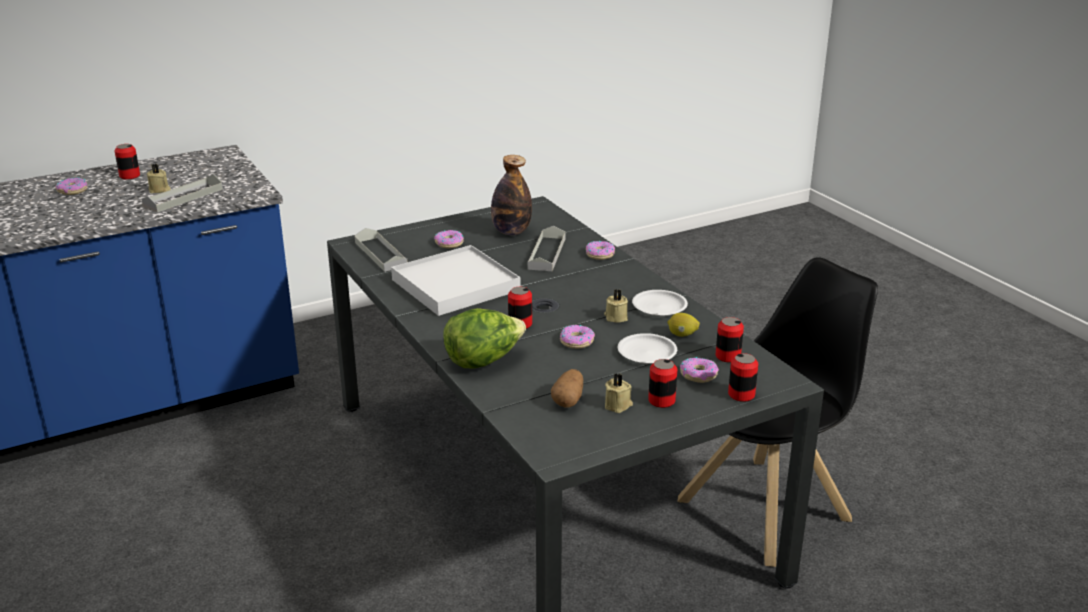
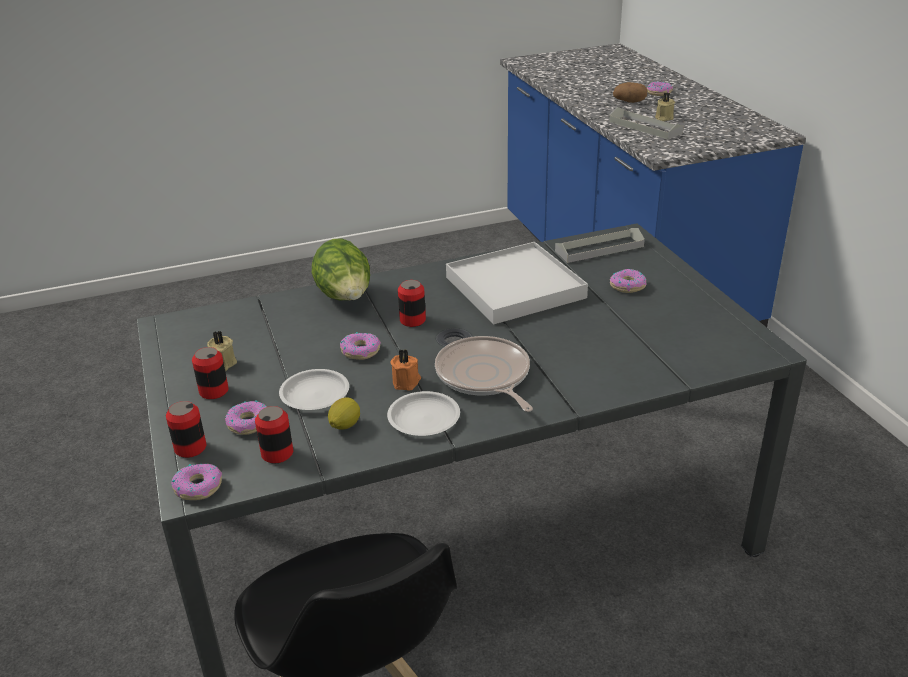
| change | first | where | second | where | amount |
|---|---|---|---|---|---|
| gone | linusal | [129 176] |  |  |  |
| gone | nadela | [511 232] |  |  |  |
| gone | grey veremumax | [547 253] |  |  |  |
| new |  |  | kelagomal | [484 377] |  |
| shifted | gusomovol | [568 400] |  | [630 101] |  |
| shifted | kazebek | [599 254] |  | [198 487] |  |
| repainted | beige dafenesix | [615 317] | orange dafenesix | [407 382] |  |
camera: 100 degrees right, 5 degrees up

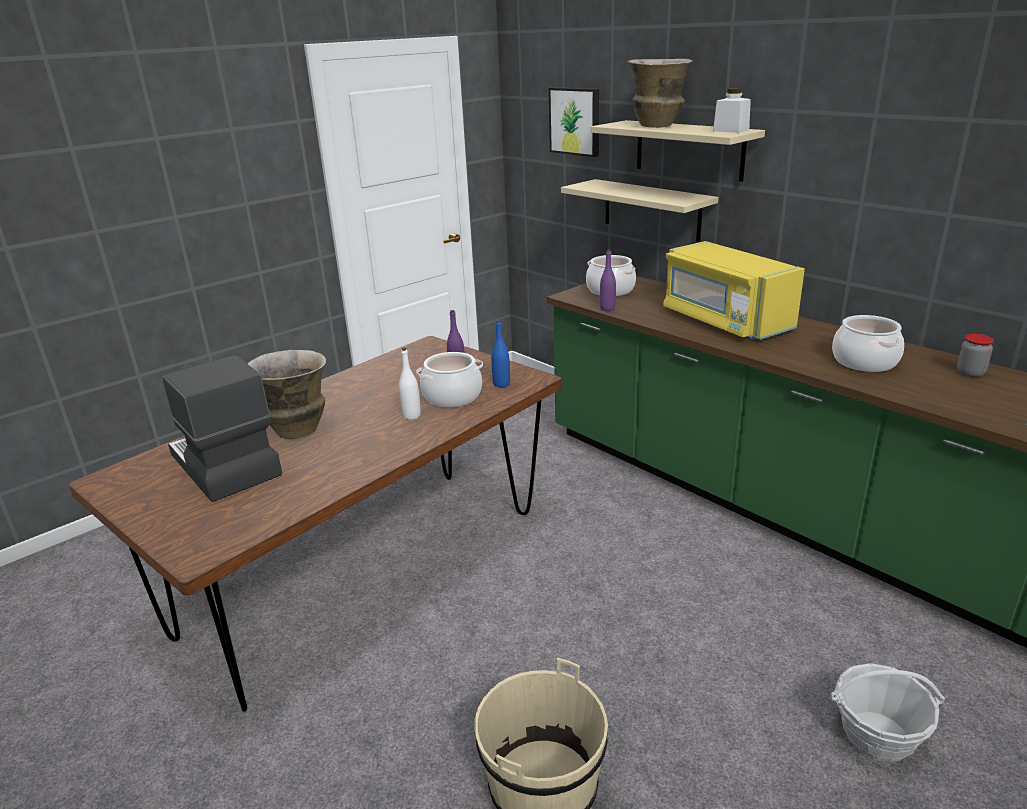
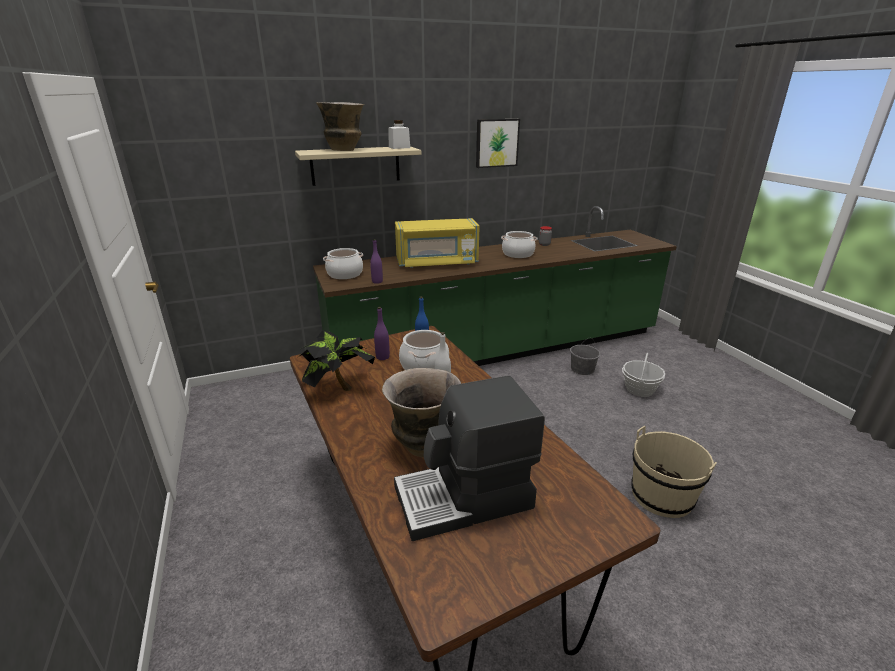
| change | first | where | second | where | amount |
|---|---|---|---|---|---|
| gone | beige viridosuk | [651 209] |  |  |  |
| new |  |  | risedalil | [337 388] |  |
| new |  |  | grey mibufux | [582 369] |  |
| shifted | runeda | [575 121] |  | [496 143] |  |
camera: 70 degrees left, 0 degrees up

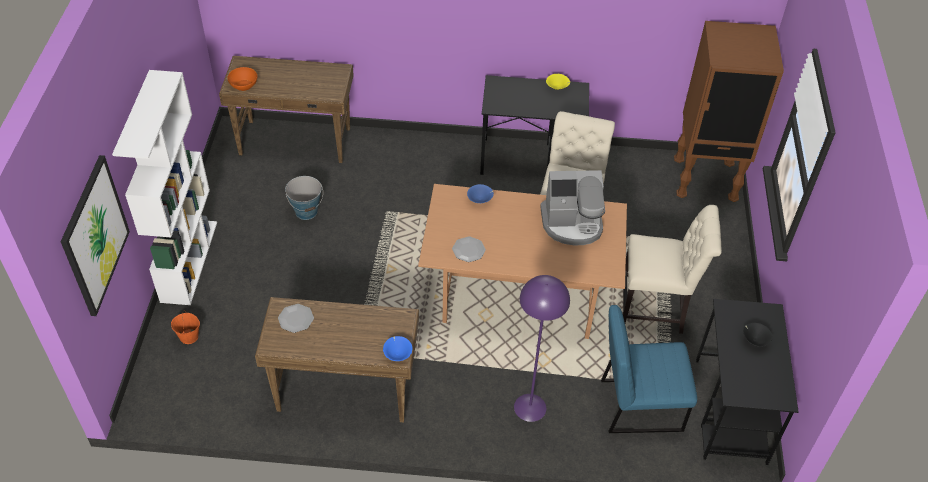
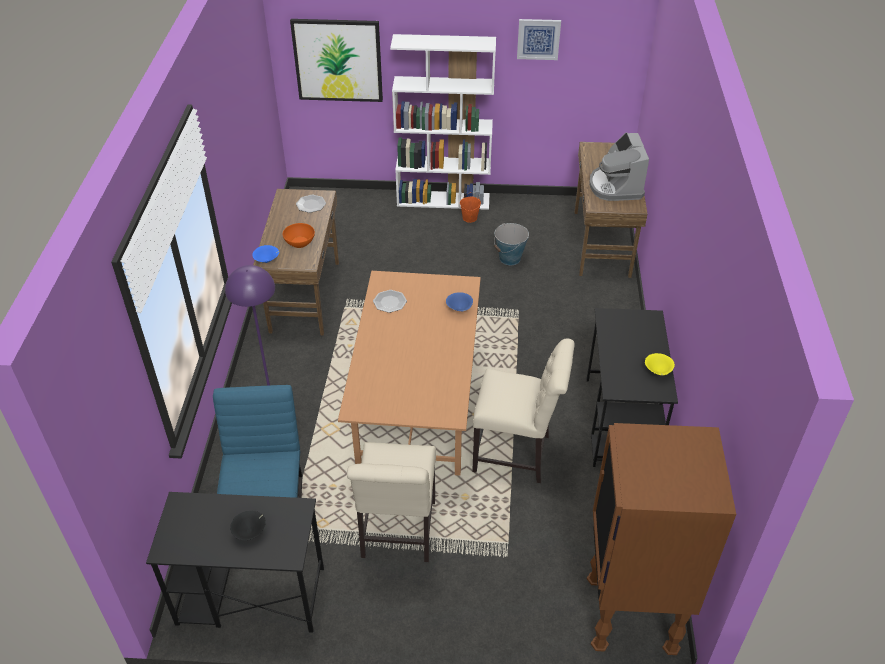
| change | first | where | second | where | amount |
|---|---|---|---|---|---|
| new |  |  | runeda | [538 39] |  |
| shifted | orange mibufux | [189 336] |  | [469 218] |  |
| shifted | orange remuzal | [244 85] |  | [300 242] |  |
| shifted | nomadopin | [572 224] |  | [615 186] |  |
camera: 90 degrees right, 5 degrees down

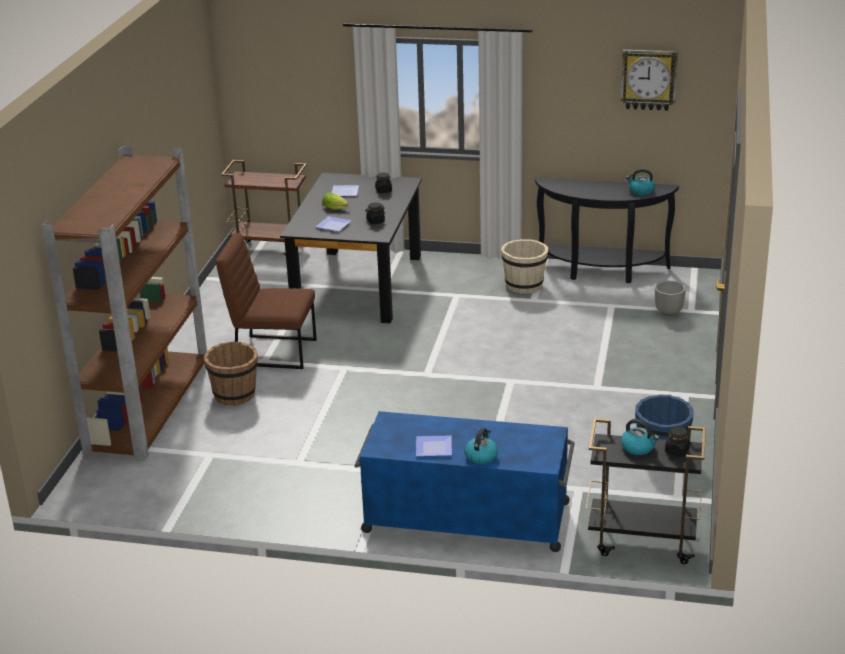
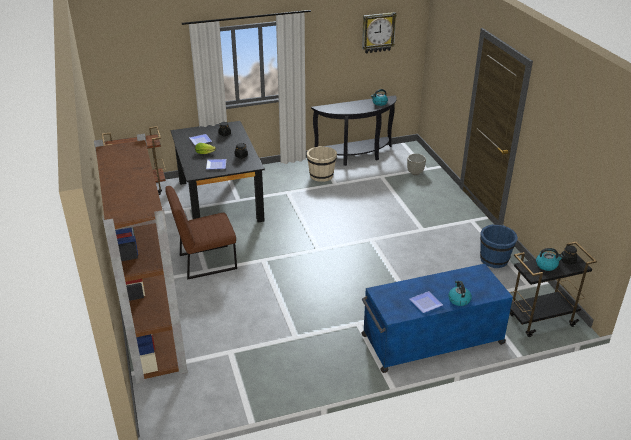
| change | first | where | second | where | amount |
|---|---|---|---|---|---|
| gone | brown mibufux | [235 395] |  |  |  |
camera: 30 degrees left, 5 degrees up

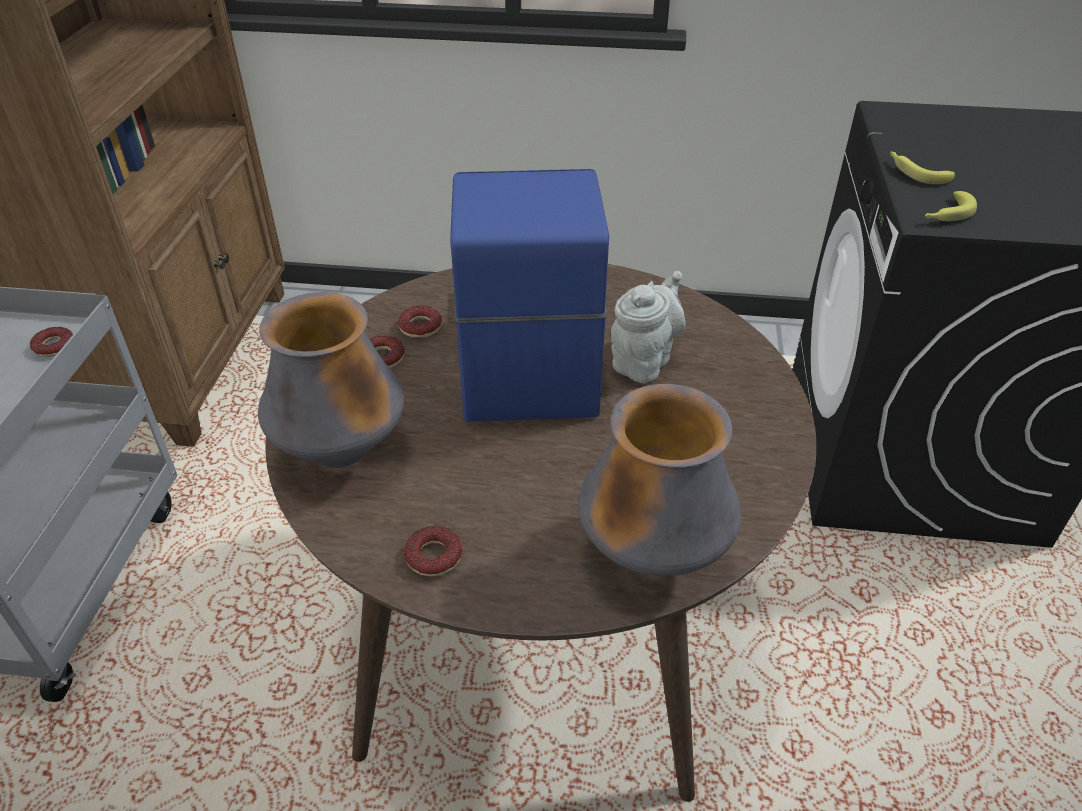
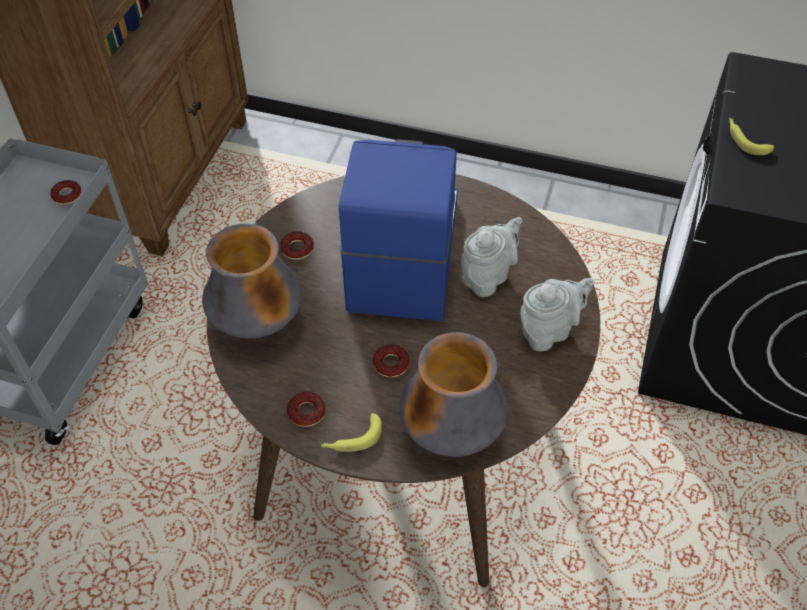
| change | first | where | second | where | amount |
|---|---|---|---|---|---|
| new |  |  | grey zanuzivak | [549 331] |  |
| shifted | kazebek | [420 327] |  | [391 364] |  |
| shifted | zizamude | [946 214] |  | [352 439] |  |
camera: 10 degrees right, 10 degrees up

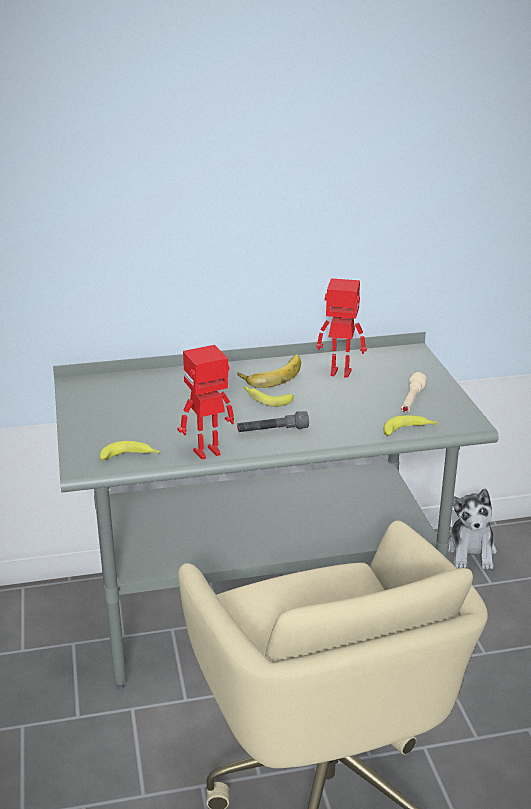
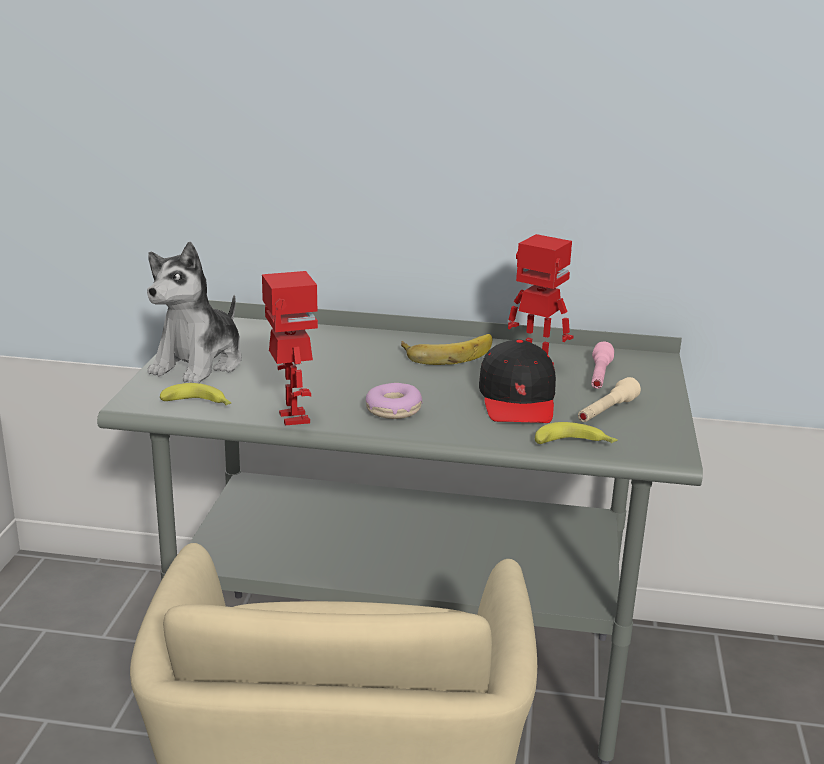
| change | first | where | second | where | amount |
|---|---|---|---|---|---|
| gone | zizamude | [266 399] |  |  |  |
| new |  |  | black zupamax | [518 400] |  |
| new |  |  | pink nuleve | [599 376] |  |
| shifted | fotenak | [471 551] |  | [199 364] |  |
| swapped | grey nuleve | [272 431] | kazebek | [393 410] |  |
| rotated | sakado | [208 453] |  | [292 418] | 75 degrees clockwise |
camera: 20 degrees right, 5 degrees down

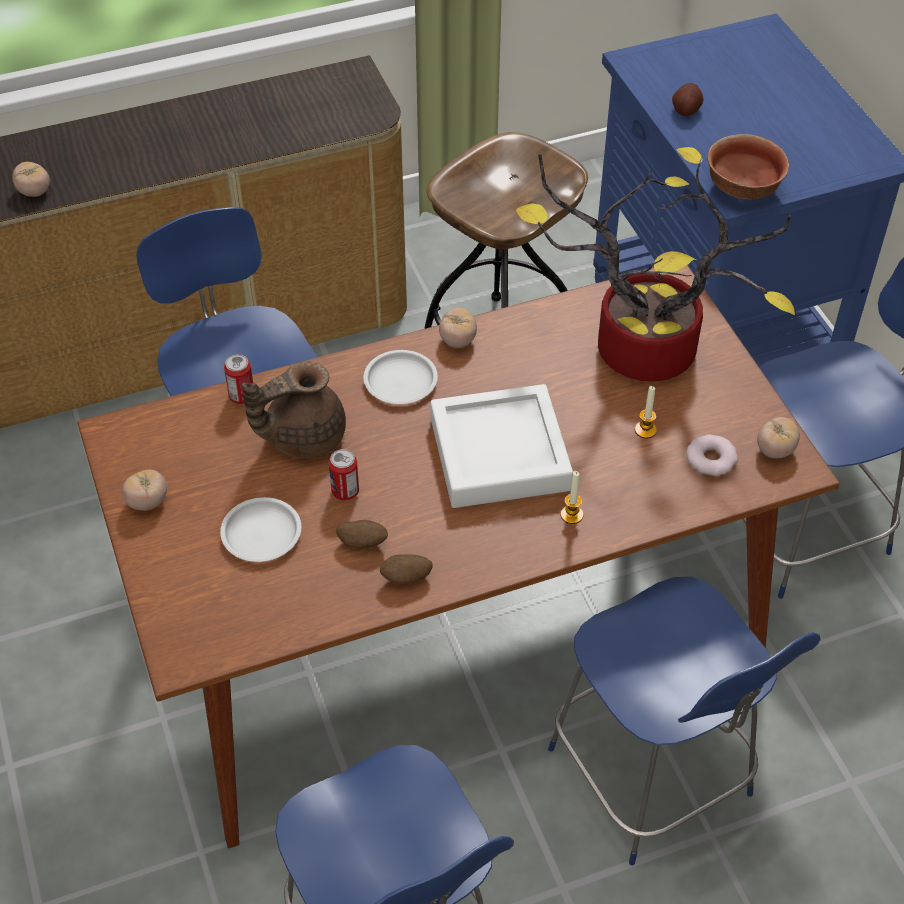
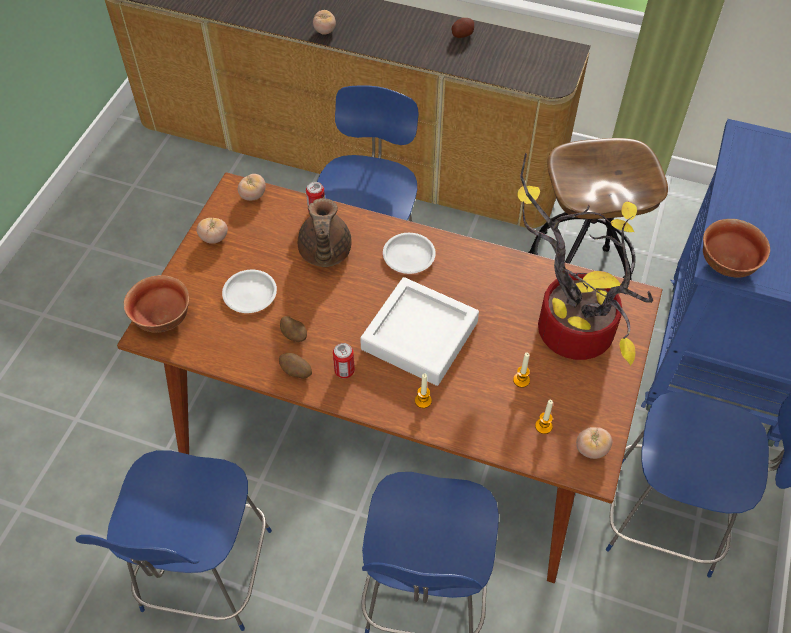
| change | first | where | second | where | amount |
|---|---|---|---|---|---|
| new |  |  | remuzal | [161 318] |  |
| shifted | linusal | [345 491] |  | [344 371] |  |
| shifted | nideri | [458 340] |  | [253 195] |  |
| shifted | gusomovol | [686 110] |  | [462 34] |  |
| swapped | kazebek | [711 459] | dafenesix | [543 426] |  |
| rotated | brown zanuzivak | [302 436] |  | [324 253] | 105 degrees counterclockwise |
camera: 40 degrees right, 5 degrees up

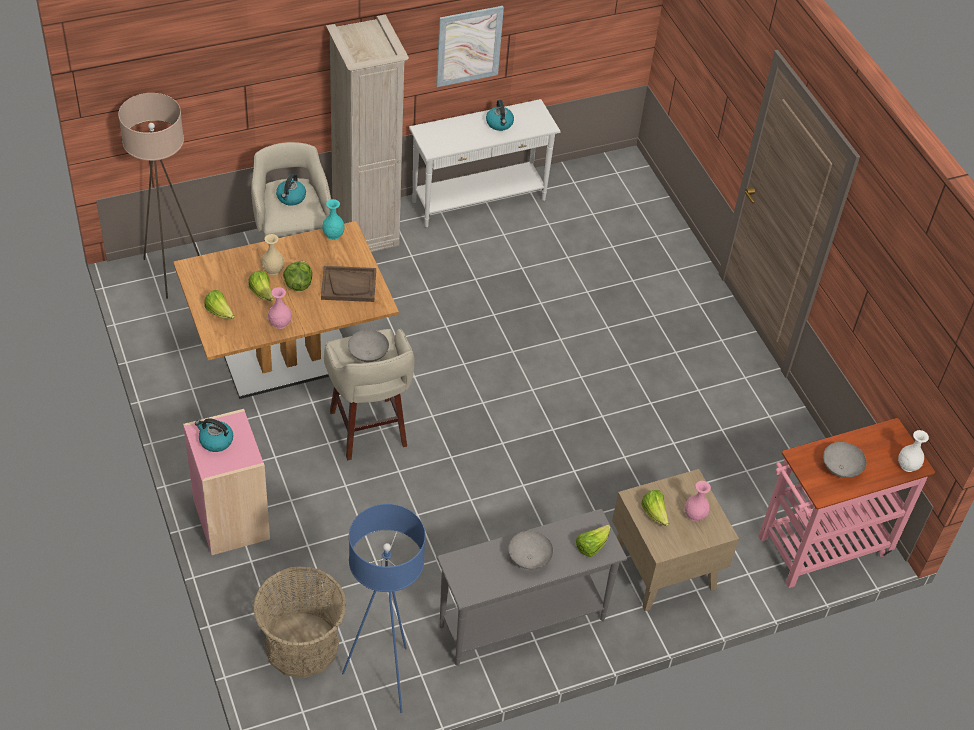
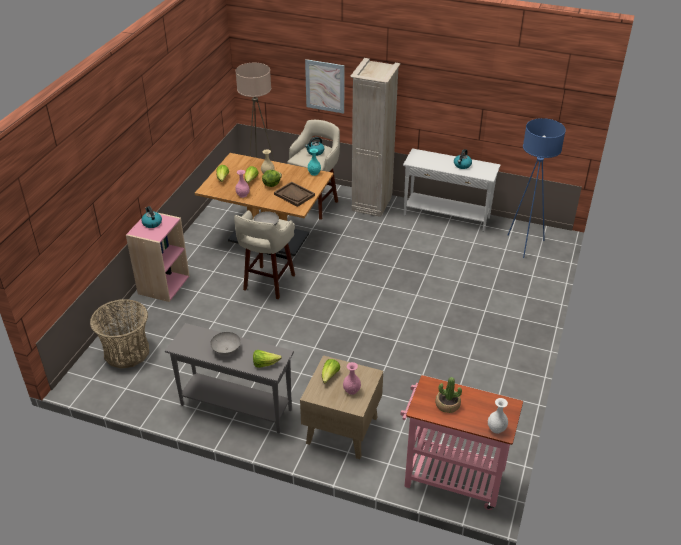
| change | first | where | second | where | amount |
|---|---|---|---|---|---|
| shifted | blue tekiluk | [383 678] |  | [524 244] |  |
| shifted | runeda | [469 46] |  | [325 86] |  |
| swapped | grey remuzal | [840 469] | risedalil | [447 404] |  |
camera: 45 degrees right, 10 degrees down

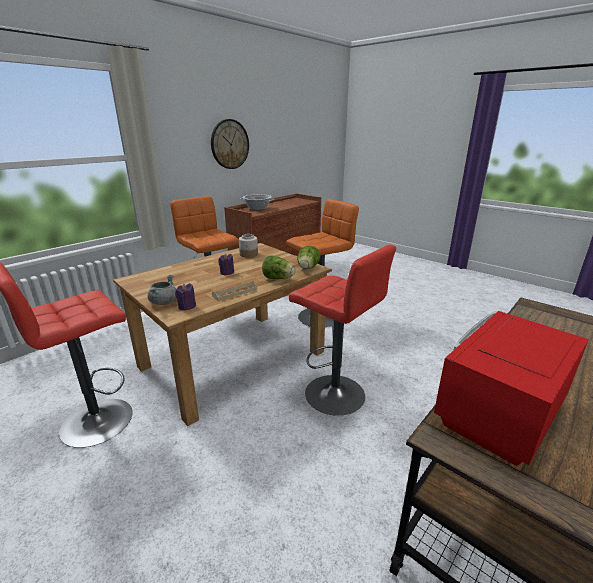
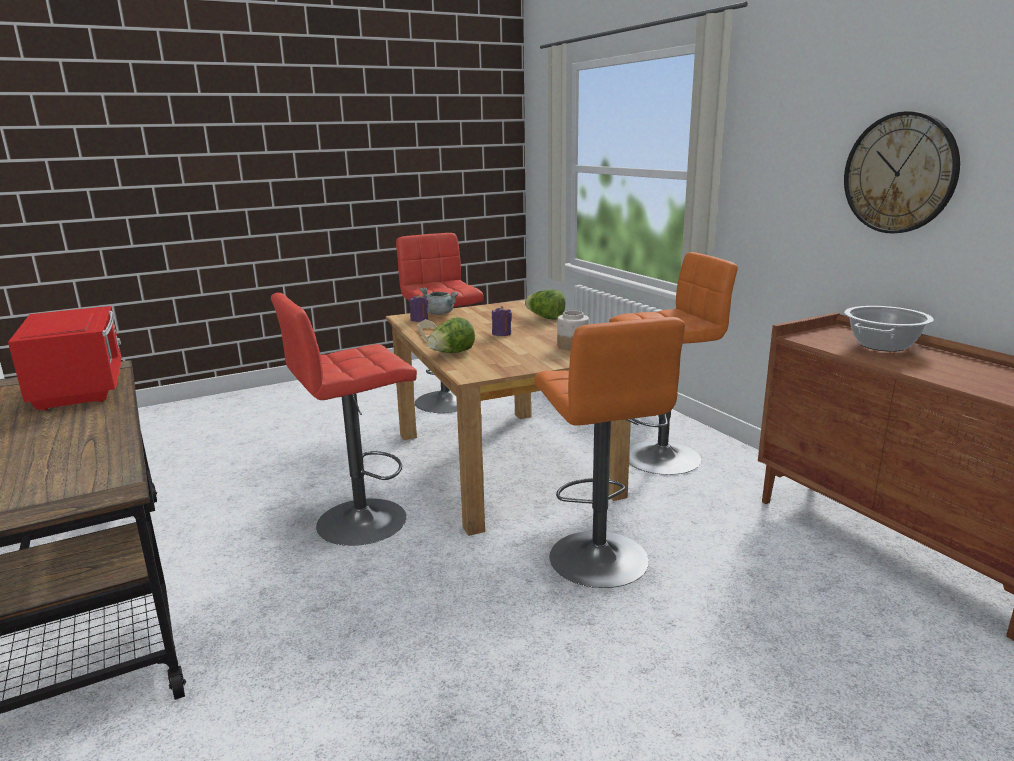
| change | first | where | second | where | amount |
|---|---|---|---|---|---|
| shifted | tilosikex | [307 268] |  | [545 318] |  |
camera: 110 degrees right, 5 degrees down

